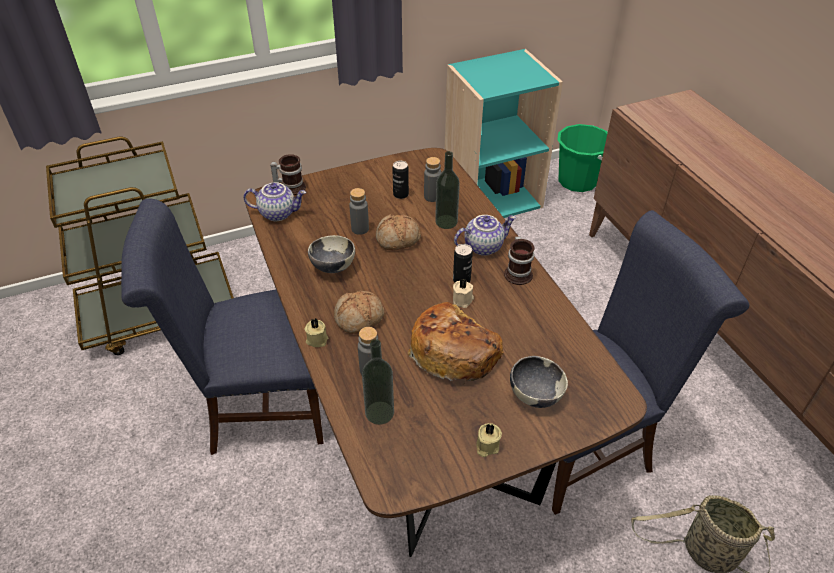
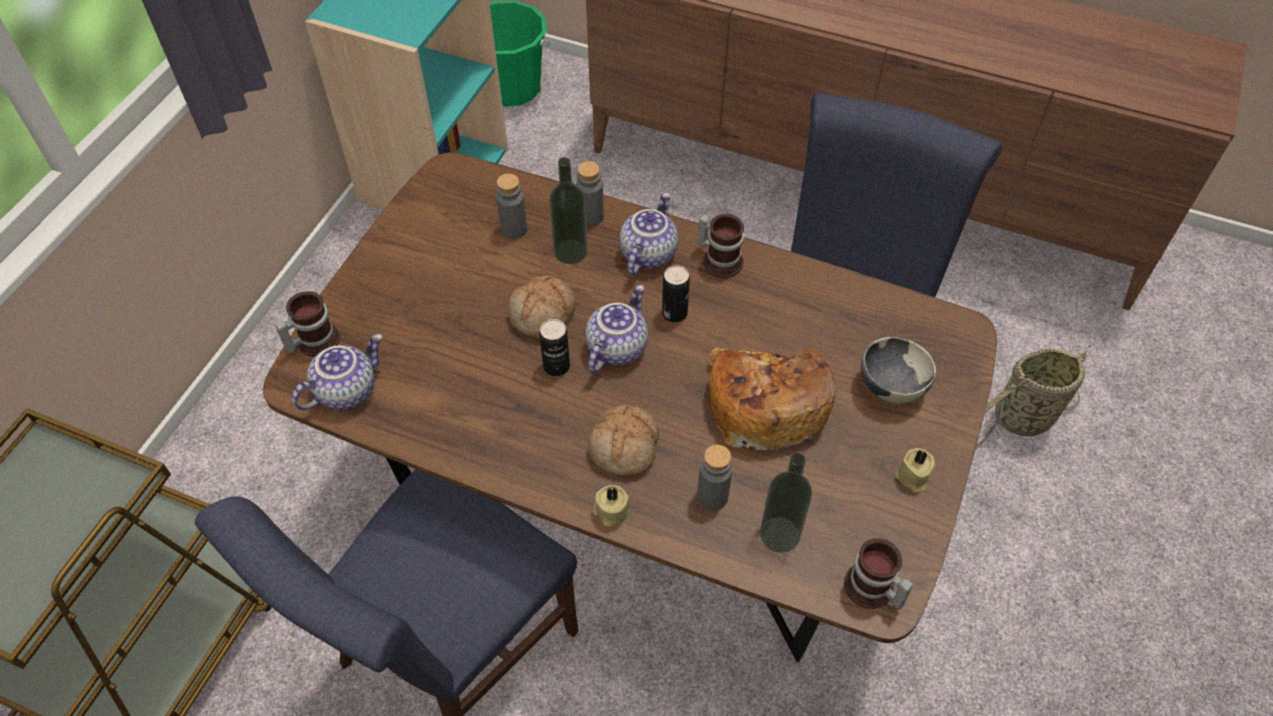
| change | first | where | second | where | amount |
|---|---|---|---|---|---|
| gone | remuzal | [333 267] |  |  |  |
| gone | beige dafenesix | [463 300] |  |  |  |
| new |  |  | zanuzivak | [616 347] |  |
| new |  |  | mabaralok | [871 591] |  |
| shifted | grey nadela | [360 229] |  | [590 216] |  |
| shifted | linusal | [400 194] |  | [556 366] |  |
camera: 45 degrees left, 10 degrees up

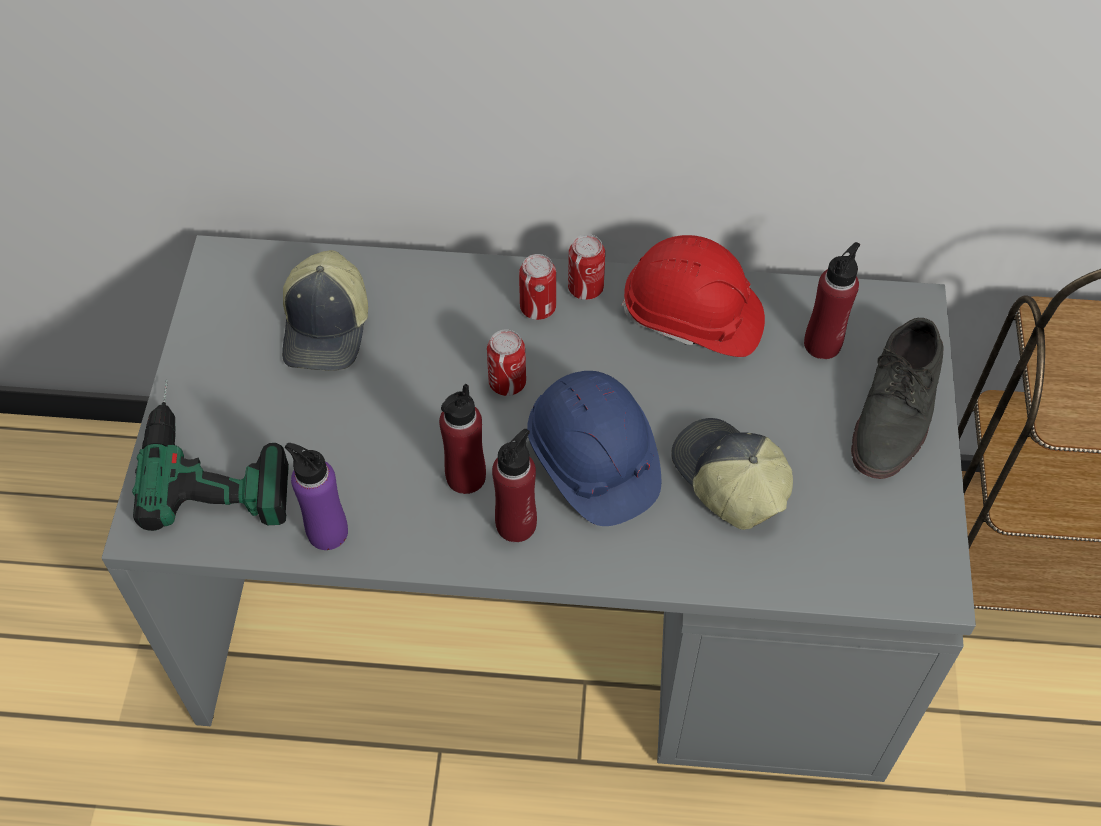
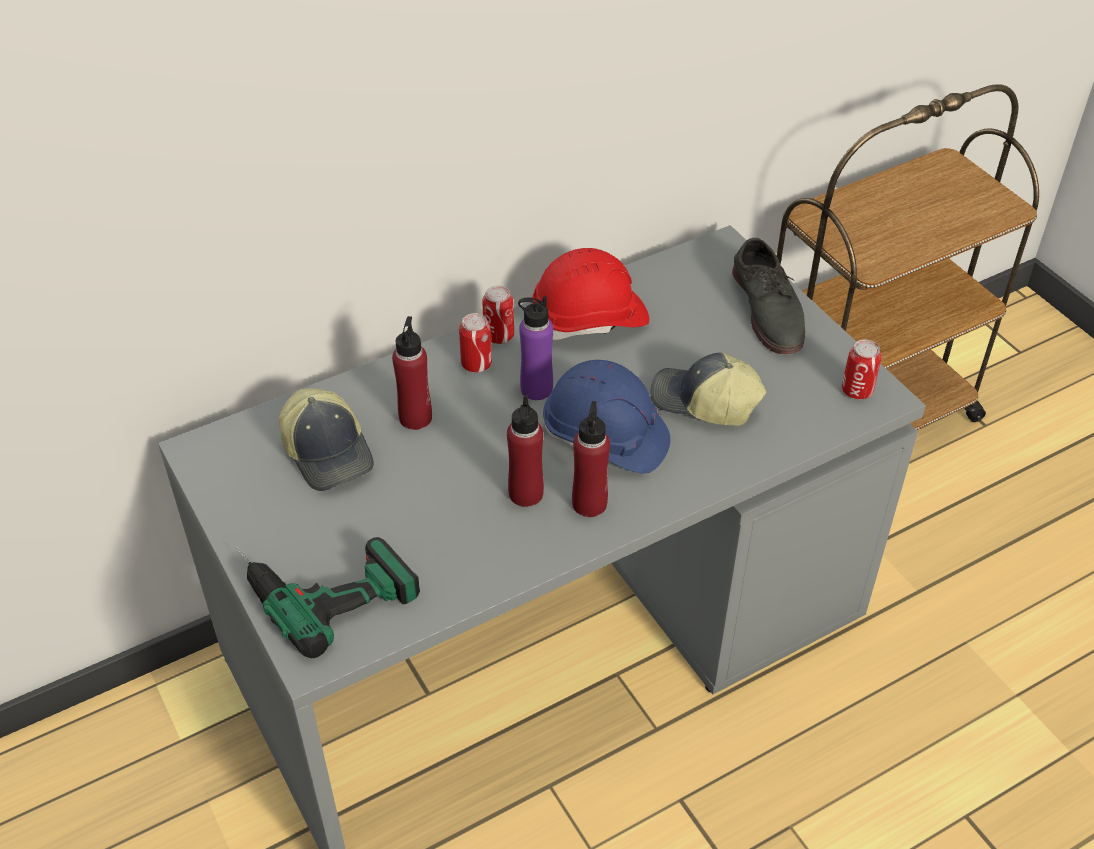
| change | first | where | second | where | amount |
|---|---|---|---|---|---|
| shifted | purple nadela | [327 532] |  | [536 389] |  |
| shifted | linusal | [507 382] |  | [857 390] |  |
| shifted | red nadela | [822 344] |  | [415 417] |  |
camera: 35 degrees left, 10 degrees down

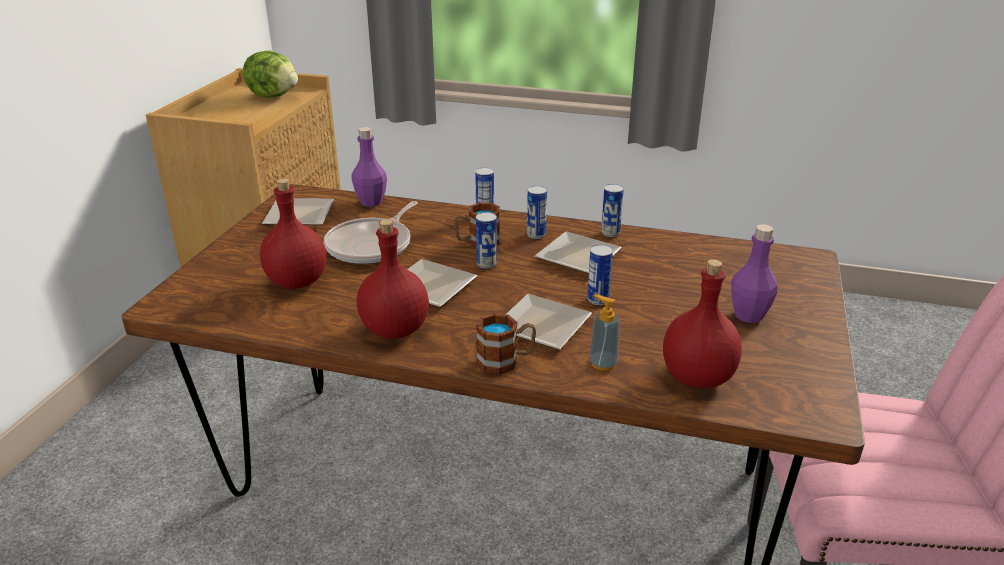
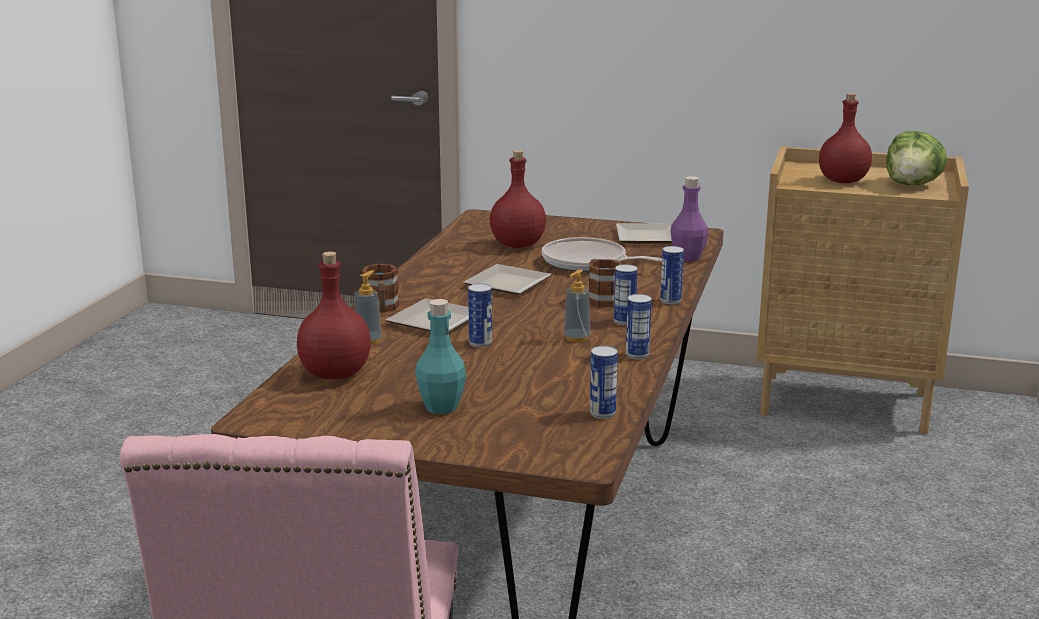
| change | first | where | second | where | amount |
|---|---|---|---|---|---|
| shifted | red nadela | [393 330] |  | [842 181] |  |
| shifted | linusal | [486 264] |  | [602 413] |  |
| swapped | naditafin | [577 255] | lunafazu | [576 338] |  |
| repainted | purple nadela | [748 315] | turquoise nadela | [441 407] |  |
camera: 90 degrees right, 10 degrees down

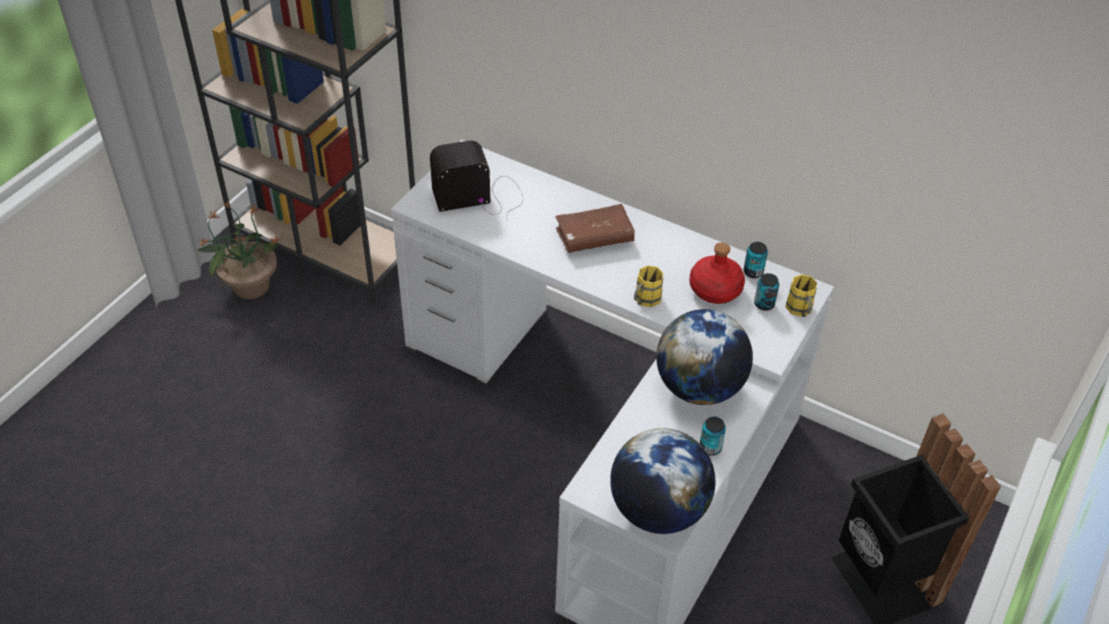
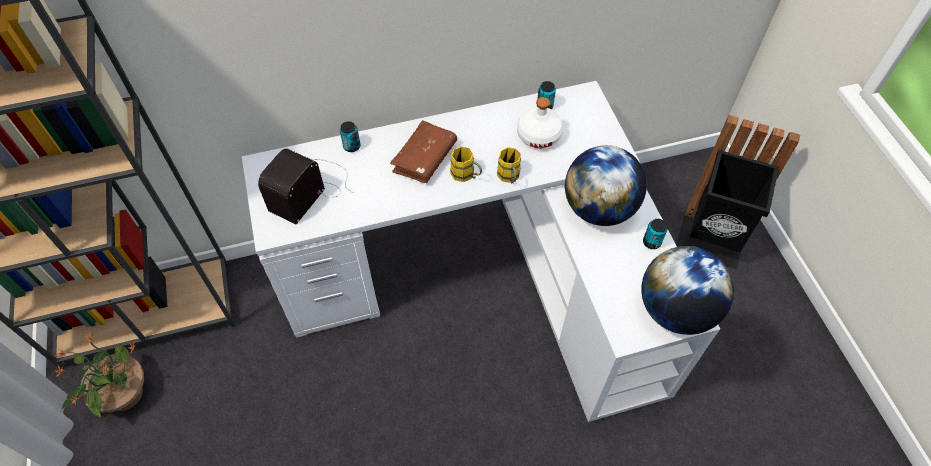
| change | first | where | second | where | amount |
|---|---|---|---|---|---|
| shifted | linusal | [764 304] |  | [352 146] |  |
| shifted | yellow mabaralok | [800 311] |  | [466 175] |  |
| repainted | red nadela | [715 289] | white nadela | [538 135] |  |
camera: 45 degrees left, 10 degrees up

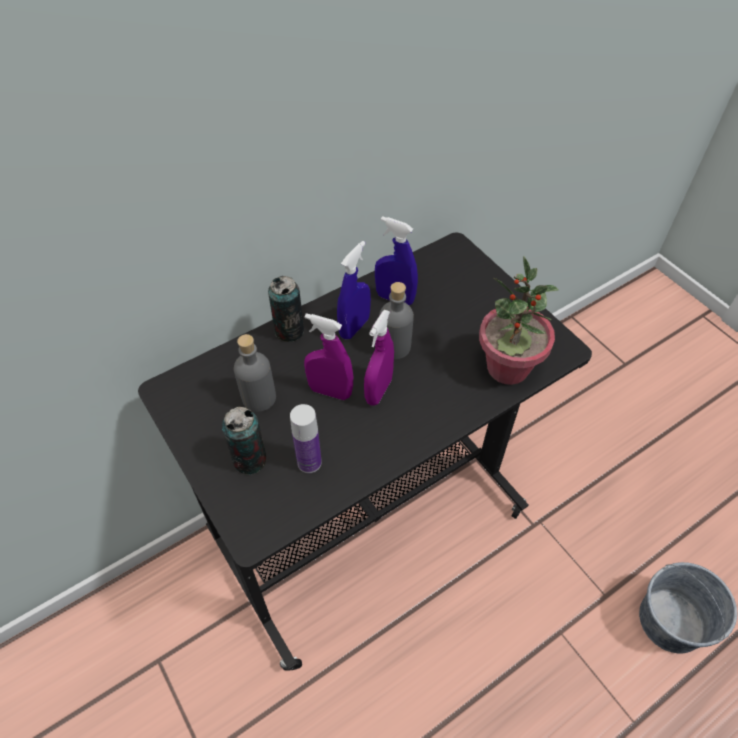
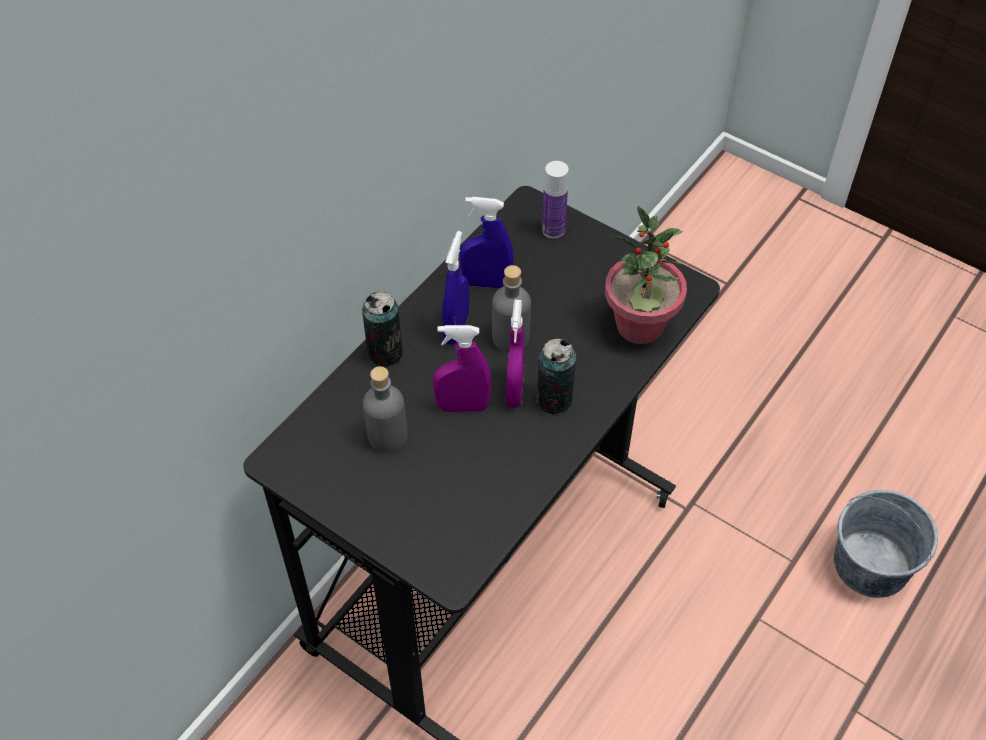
| change | first | where | second | where | amount |
|---|---|---|---|---|---|
| shifted | linusal | [250 460] |  | [554 400] |  |
| shifted | nadela | [309 462] |  | [553 230] |  |
camera: 20 degrees left, 0 degrees up

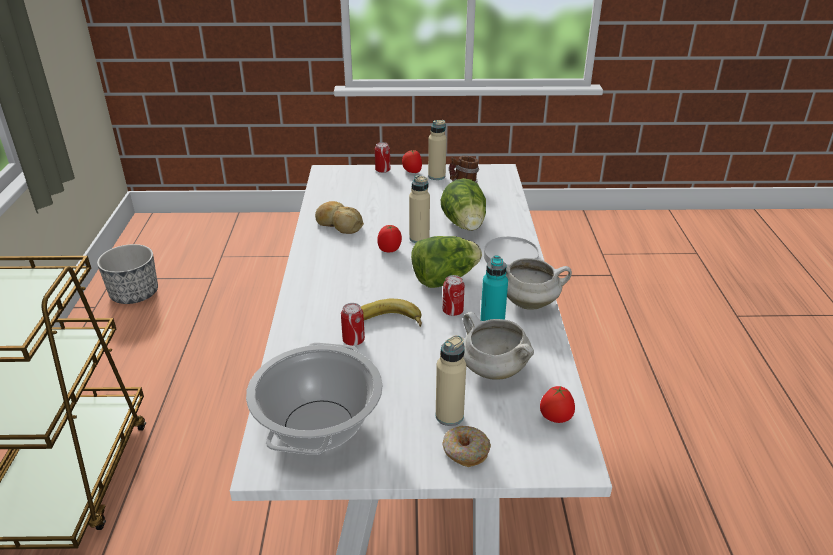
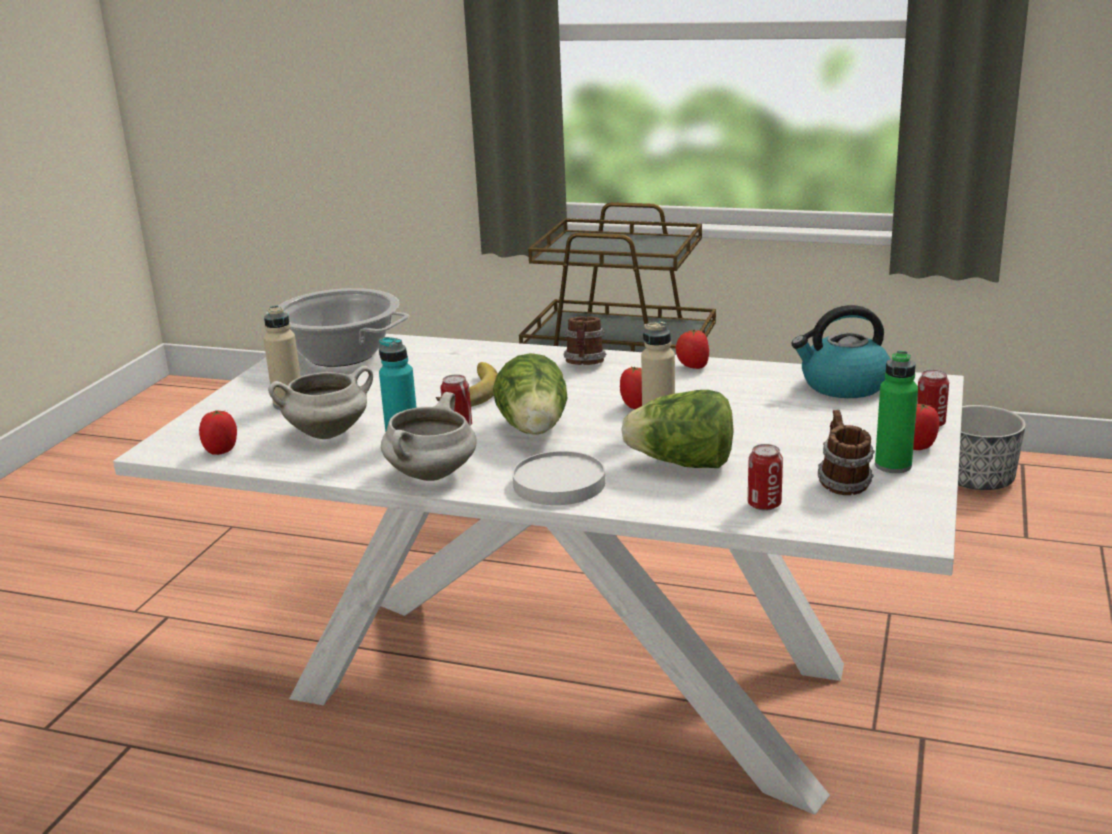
| change | first | where | second | where | amount |
|---|---|---|---|---|---|
| gone | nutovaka | [339 224] |  |  |  |
| gone | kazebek | [465 451] |  |  |  |
| new |  |  | mabaralok | [585 364] |  |
| new |  |  | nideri | [692 367] |  |
| new |  |  | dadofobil | [843 385] |  |
| shifted | linusal | [353 340] |  | [764 504] |  |
| repainted | beige nadela | [436 176] | green nadela | [893 465] |  |
camera: 110 degrees right, 10 degrees down

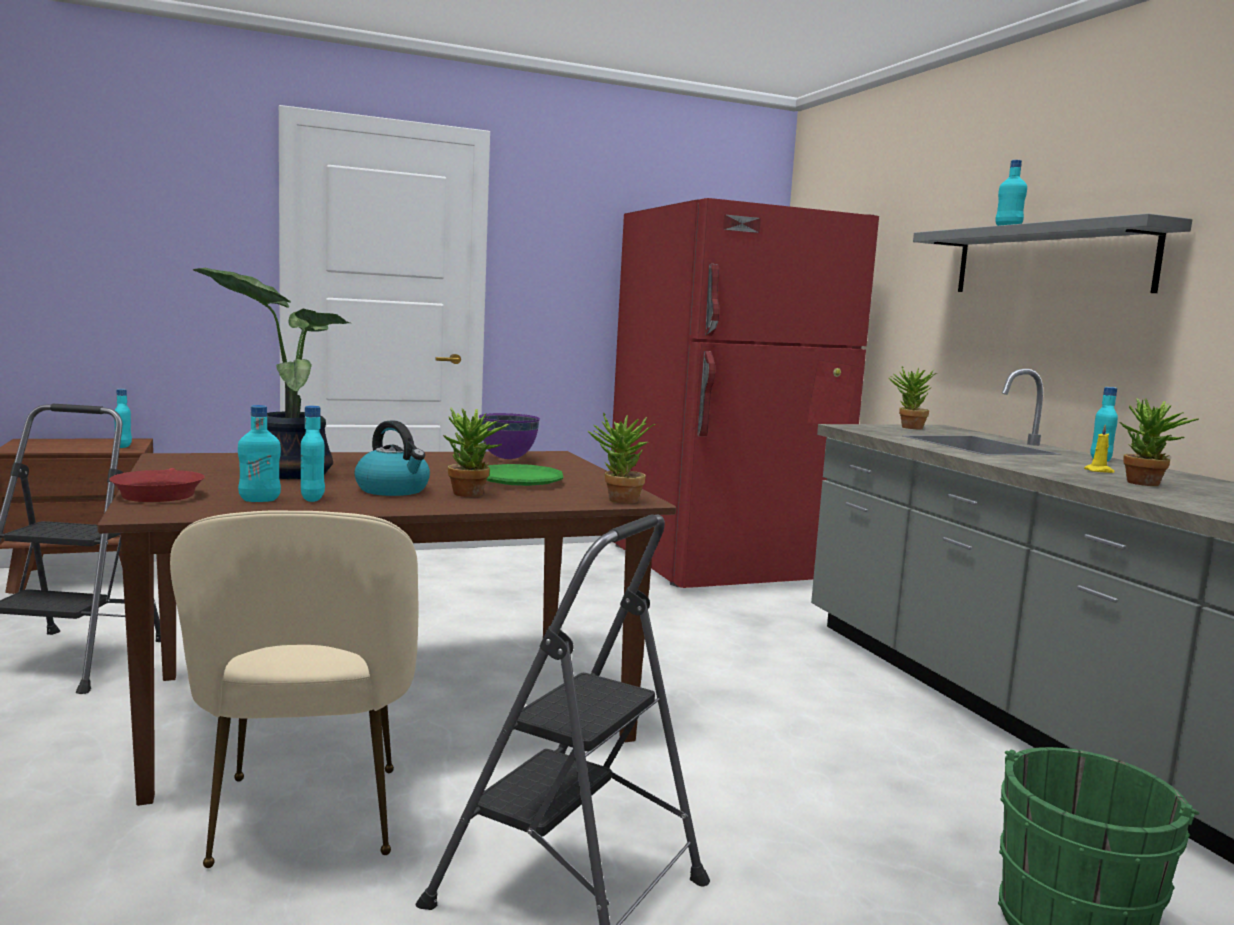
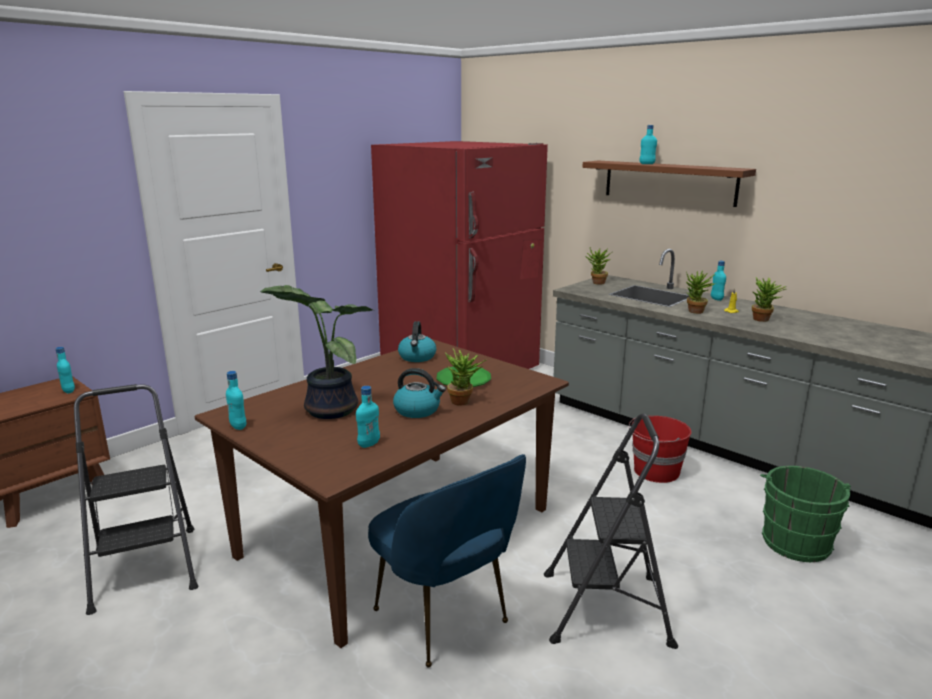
| change | first | where | second | where | amount |
|---|---|---|---|---|---|
| gone | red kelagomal | [158 494] |  |  |  |
| new |  |  | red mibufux | [655 471] |  |
| shifted | turquoise nadela | [312 499] |  | [238 426] |  |
| shifted | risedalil | [618 501] |  | [695 312] |  |
| swapped | purple remuzal | [508 458] | dadofobil | [417 357] |  |
| repainted | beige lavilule | [304 826] | blue lavilule | [446 623] |  |
| repainted | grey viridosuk | [1050 260] | brown viridosuk | [669 182] |  |
camera: 25 degrees left, 10 degrees up

